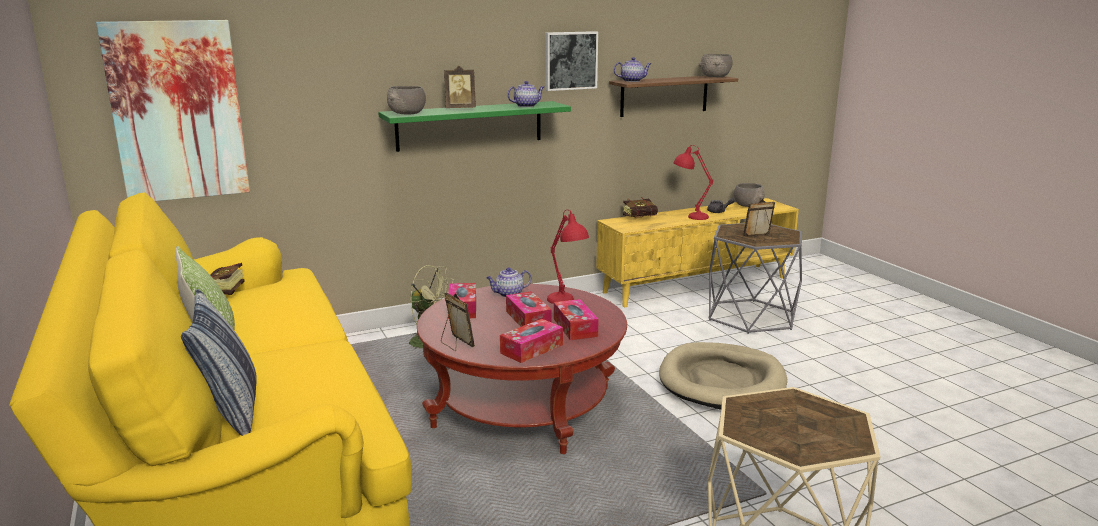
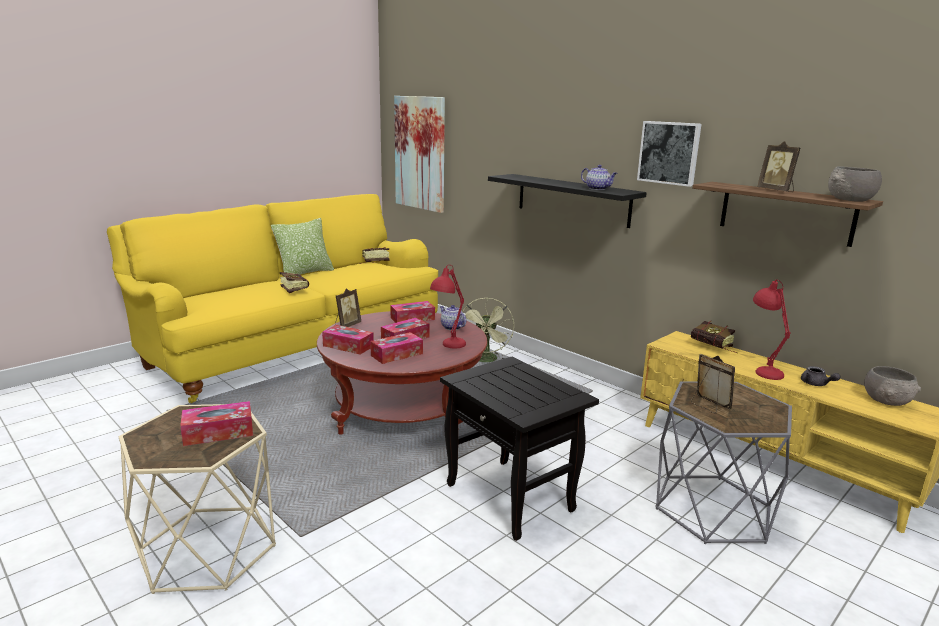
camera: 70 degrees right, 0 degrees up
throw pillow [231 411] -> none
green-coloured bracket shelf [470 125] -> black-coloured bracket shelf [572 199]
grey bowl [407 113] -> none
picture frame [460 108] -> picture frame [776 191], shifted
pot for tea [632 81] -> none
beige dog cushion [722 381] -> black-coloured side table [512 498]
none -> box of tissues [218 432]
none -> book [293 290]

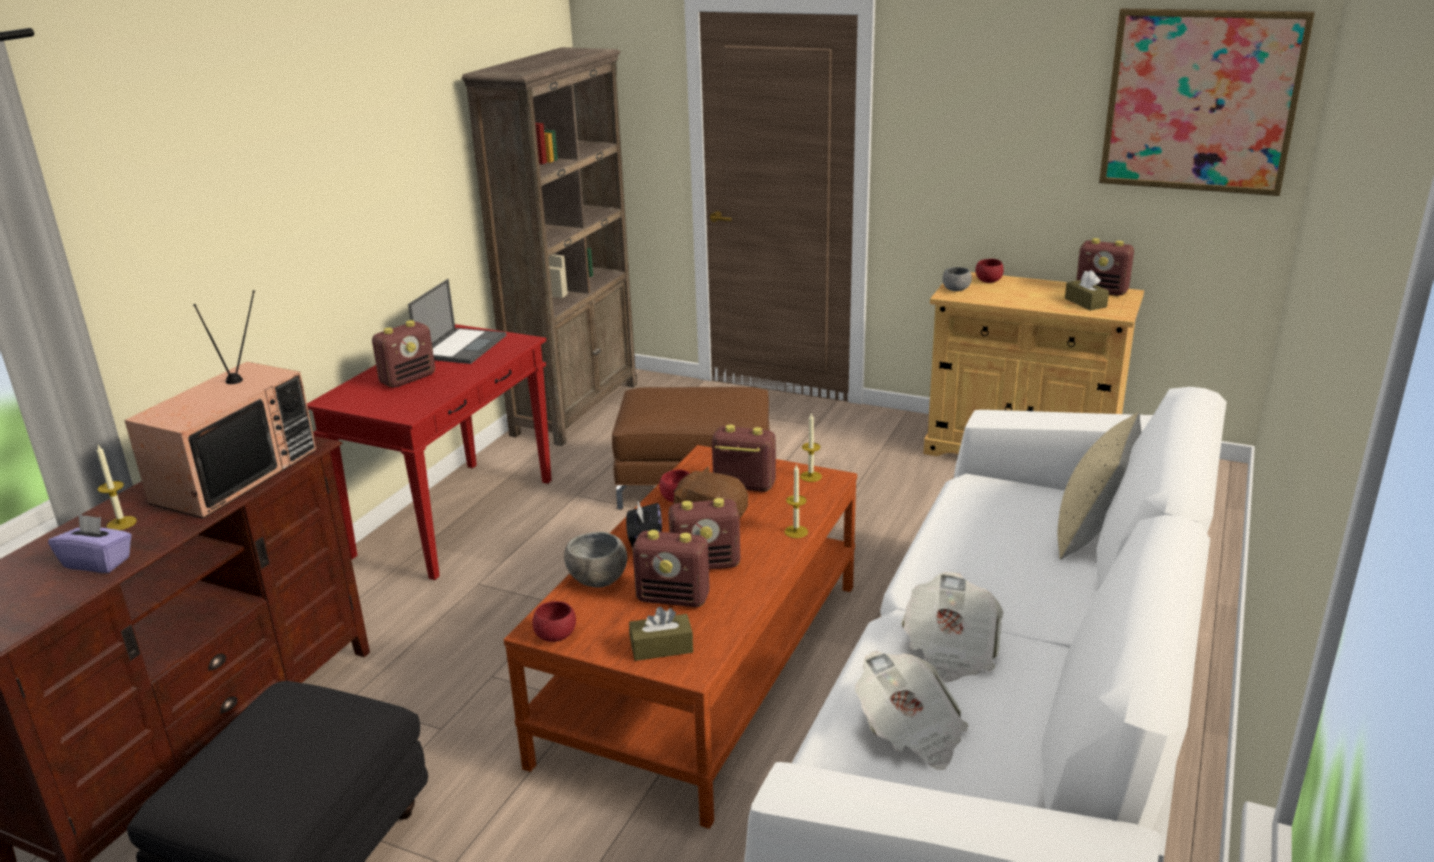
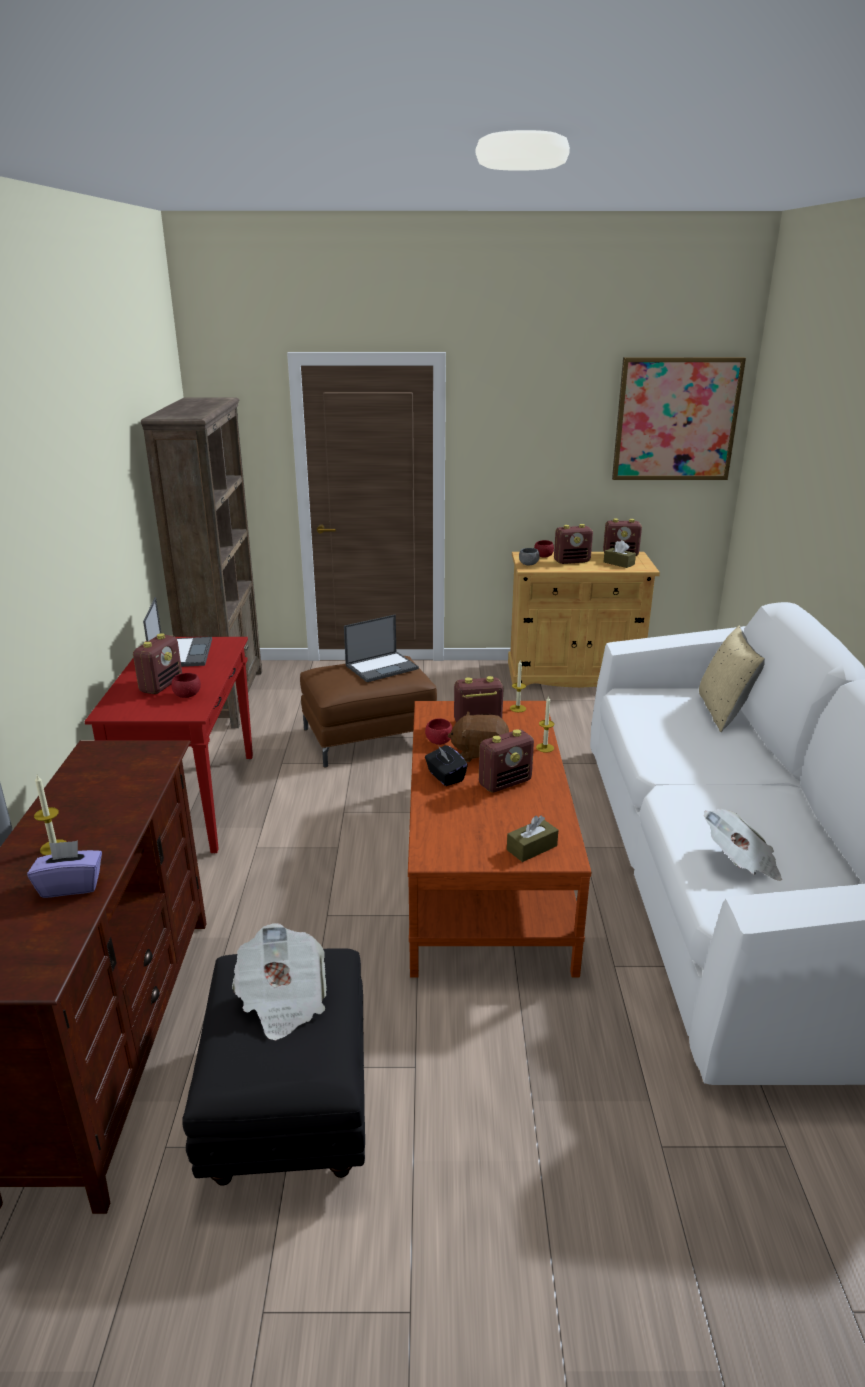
camera: 25 degrees left, 0 degrees up
TV [235 474] -> none
red-coloured bowl [556 636] -> red-coloured bowl [187 695], shifted
grey bowl [599 581] -> none
radio receiver [674 598] -> radio receiver [572 561], shifted
printed paper [950 651] -> printed paper [282 1000], shifted
none -> laptop [382 667]

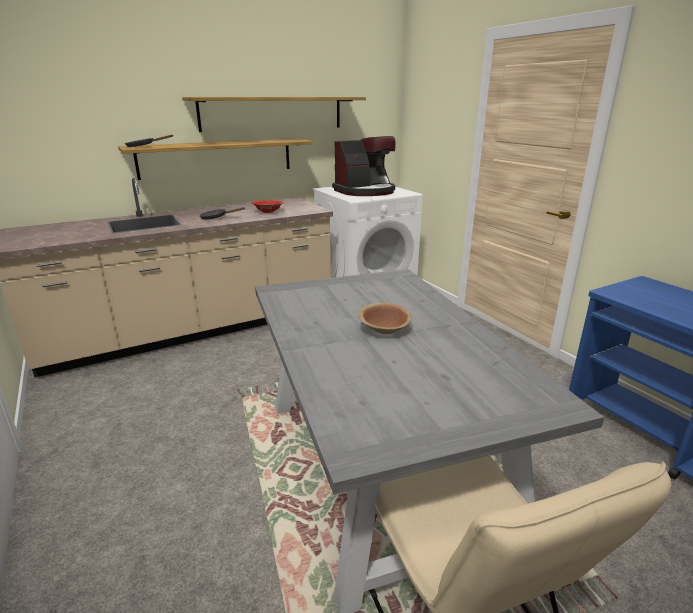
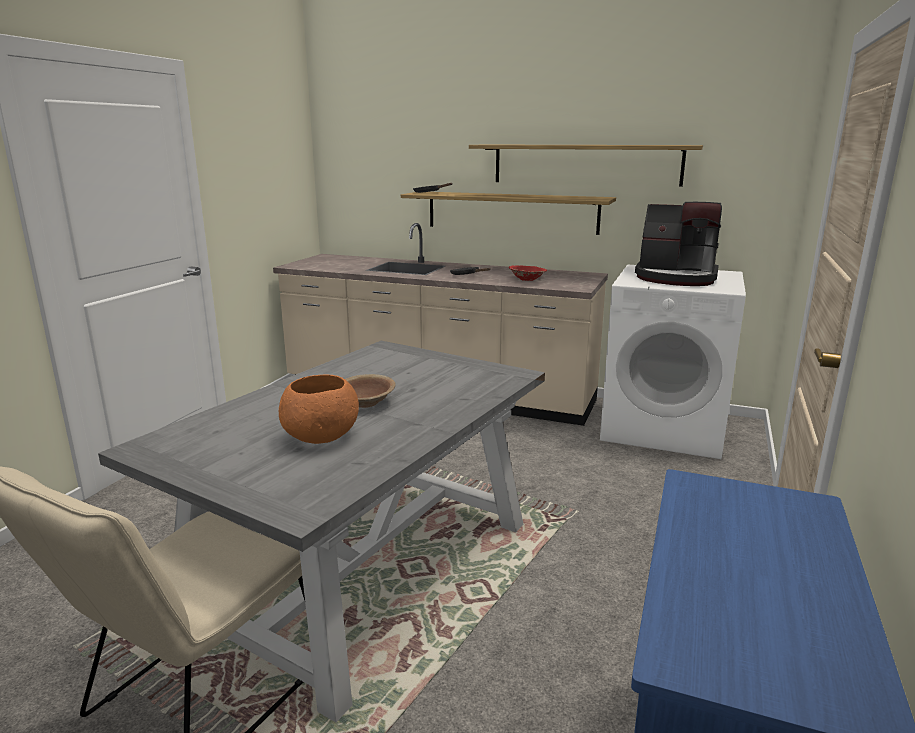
camera: 50 degrees right, 5 degrees down
none -> orangey bowl [320 437]

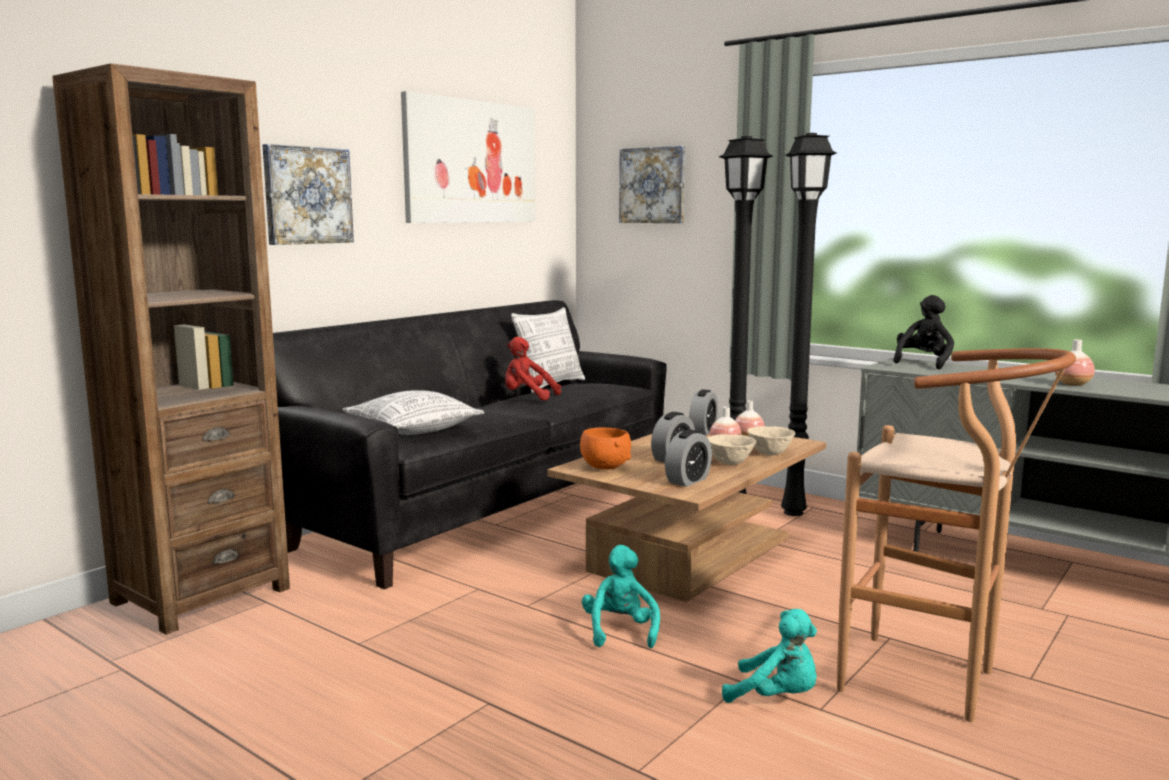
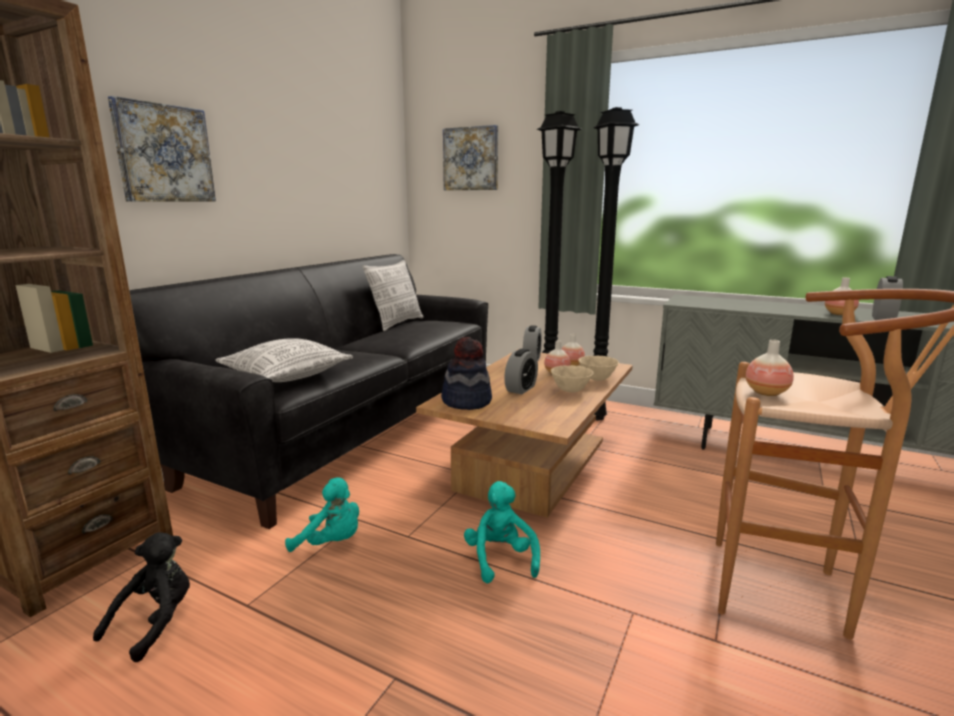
camera: 10 degrees left, 5 degrees up
wall art [471 162] -> none
red-coloured cuddly toy [527 397] -> none
orangey bowl [605 467] -> wearable hat [466 401]
table clock [688 481] -> table clock [883 319], shifted
blue-green cuddly toy [776 697] -> blue-green cuddly toy [331 543], shifted
black-coloured cuddly toy [923 363] -> black-coloured cuddly toy [156 622], shifted
none -> vase [766 393]

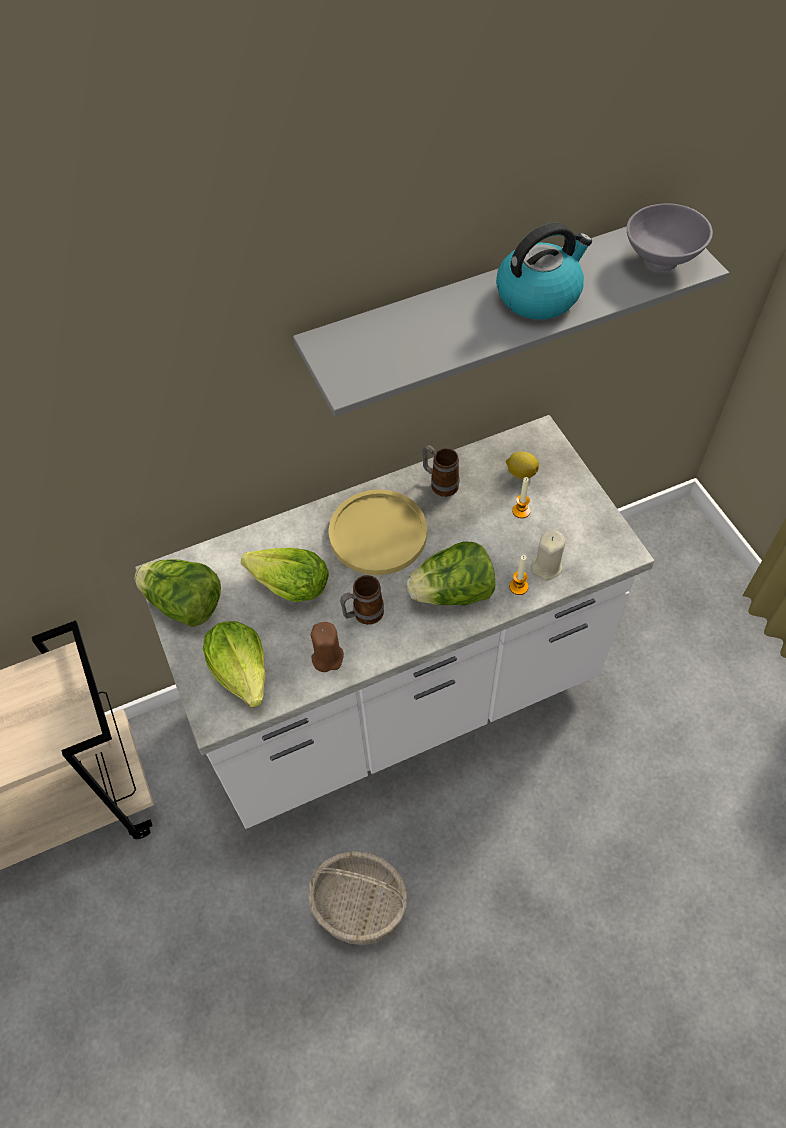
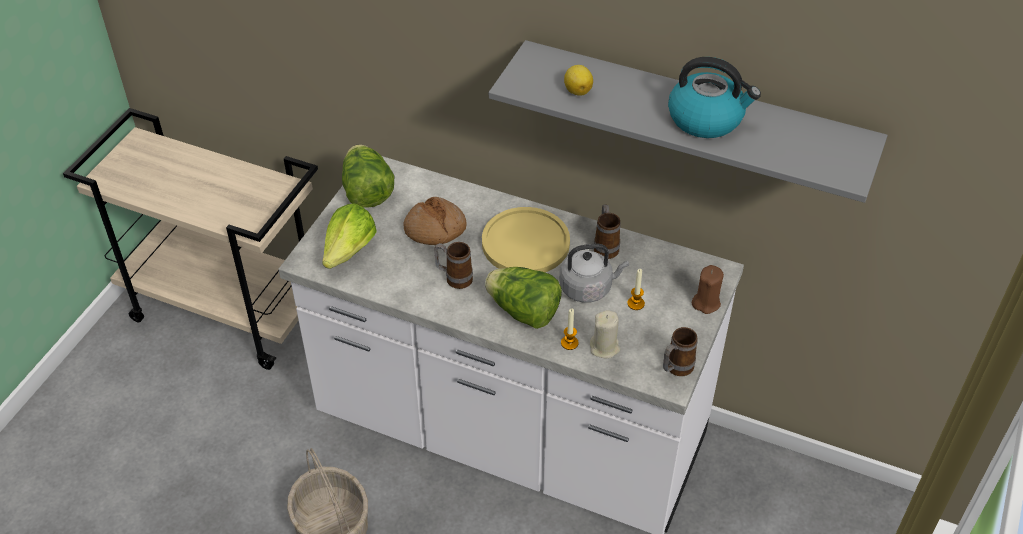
camera: 45 degrees right, 10 degrees down
lettuce head [290 586] -> baked bread [435 229]
brownish wax light [327 657] -> brownish wax light [706 303], shifted
lemon [520 473] -> lemon [578 90], shifted
grey bowl [660 262] -> none
none -> grey tea kettle [588 288]
none -> tea mug [675 369]

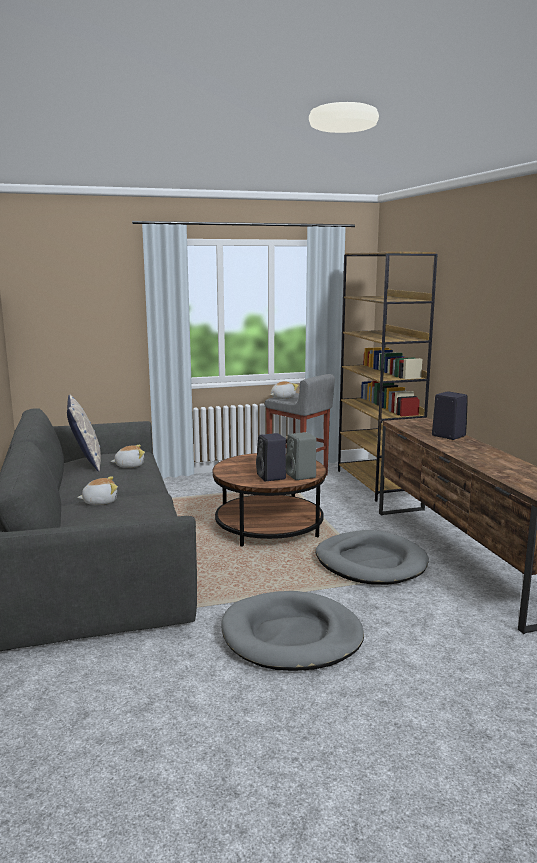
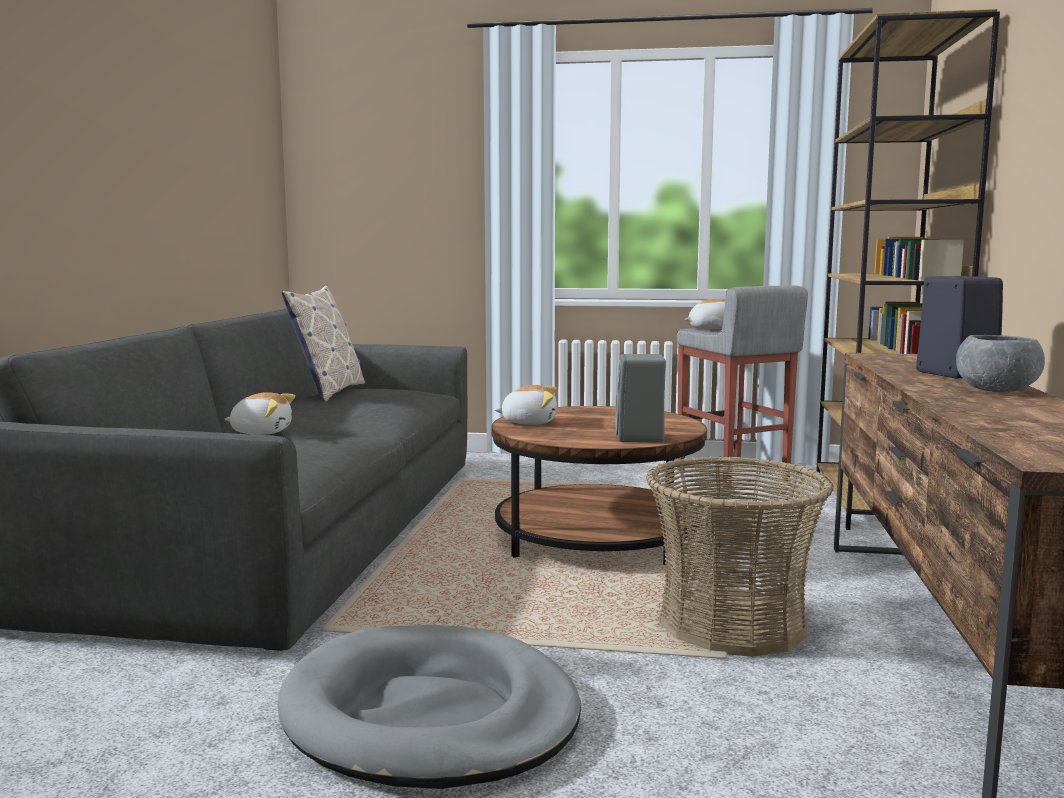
camera: 25 degrees right, 5 degrees down
cuddly toy [129 465] -> cuddly toy [529 422], shifted
black-coloured loudspeaker [271 477] -> none
grey dog cushion [370 562] -> basket [731 623]
none -> grey bowl [997 391]

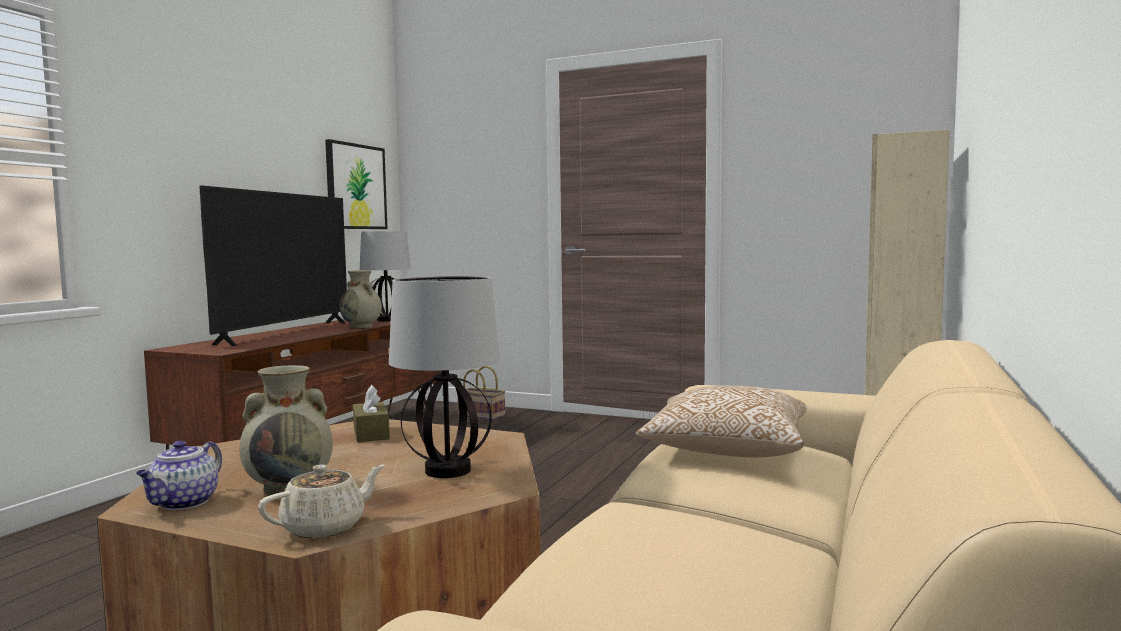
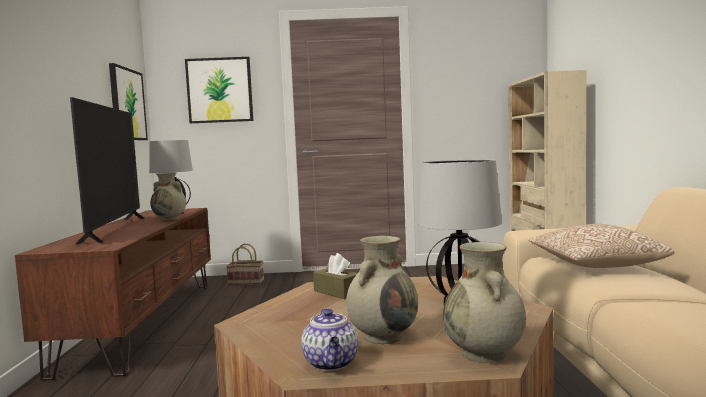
camera: 25 degrees left, 0 degrees up
beige pot for tea [325 527] -> beige vase [484 354]
none -> wall art [219 90]

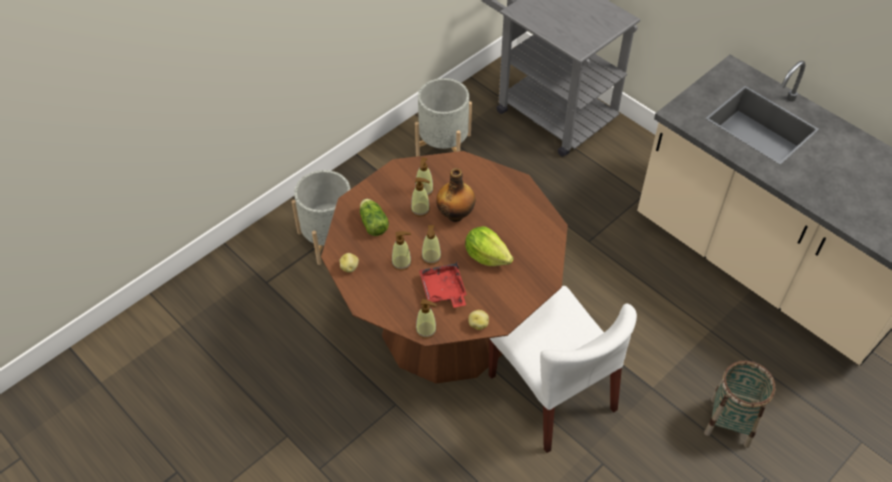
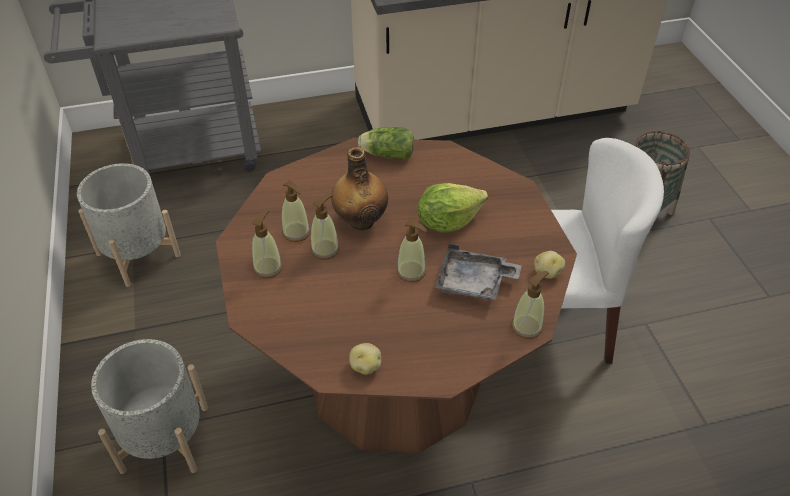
camera: 60 degrees left, 5 degrees down
lettuce head [373 222] -> lettuce head [385 154], shifted
soap bottle [401 262] -> soap bottle [268 267], shifted
red-coloured carrying tray [443 290] -> grey carrying tray [474 283]

